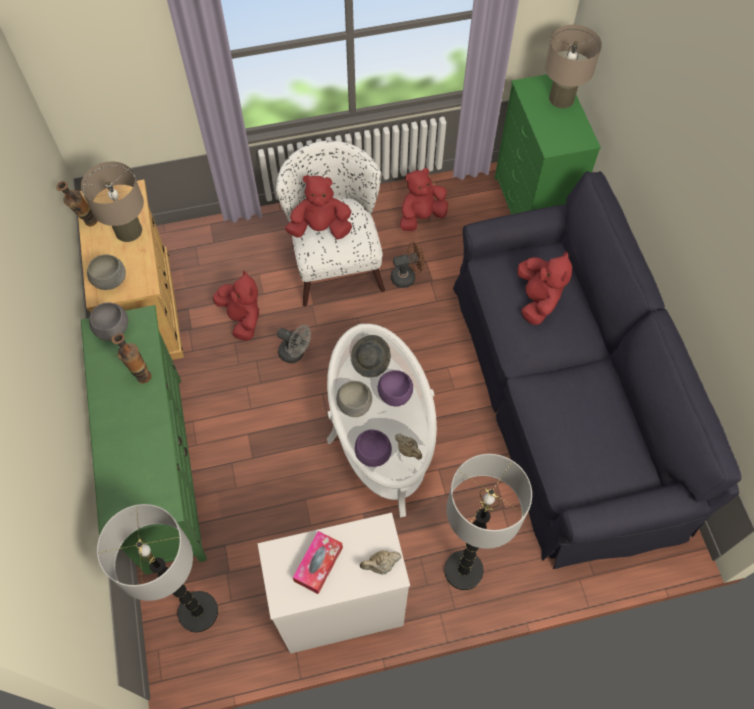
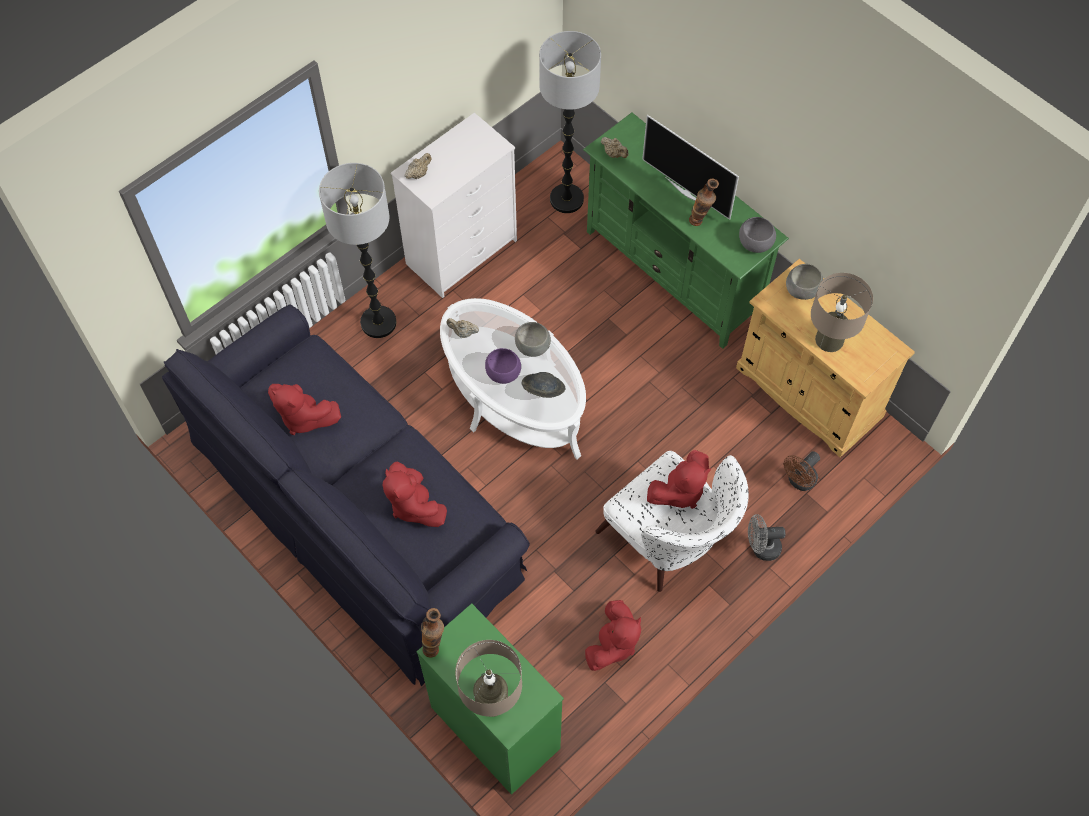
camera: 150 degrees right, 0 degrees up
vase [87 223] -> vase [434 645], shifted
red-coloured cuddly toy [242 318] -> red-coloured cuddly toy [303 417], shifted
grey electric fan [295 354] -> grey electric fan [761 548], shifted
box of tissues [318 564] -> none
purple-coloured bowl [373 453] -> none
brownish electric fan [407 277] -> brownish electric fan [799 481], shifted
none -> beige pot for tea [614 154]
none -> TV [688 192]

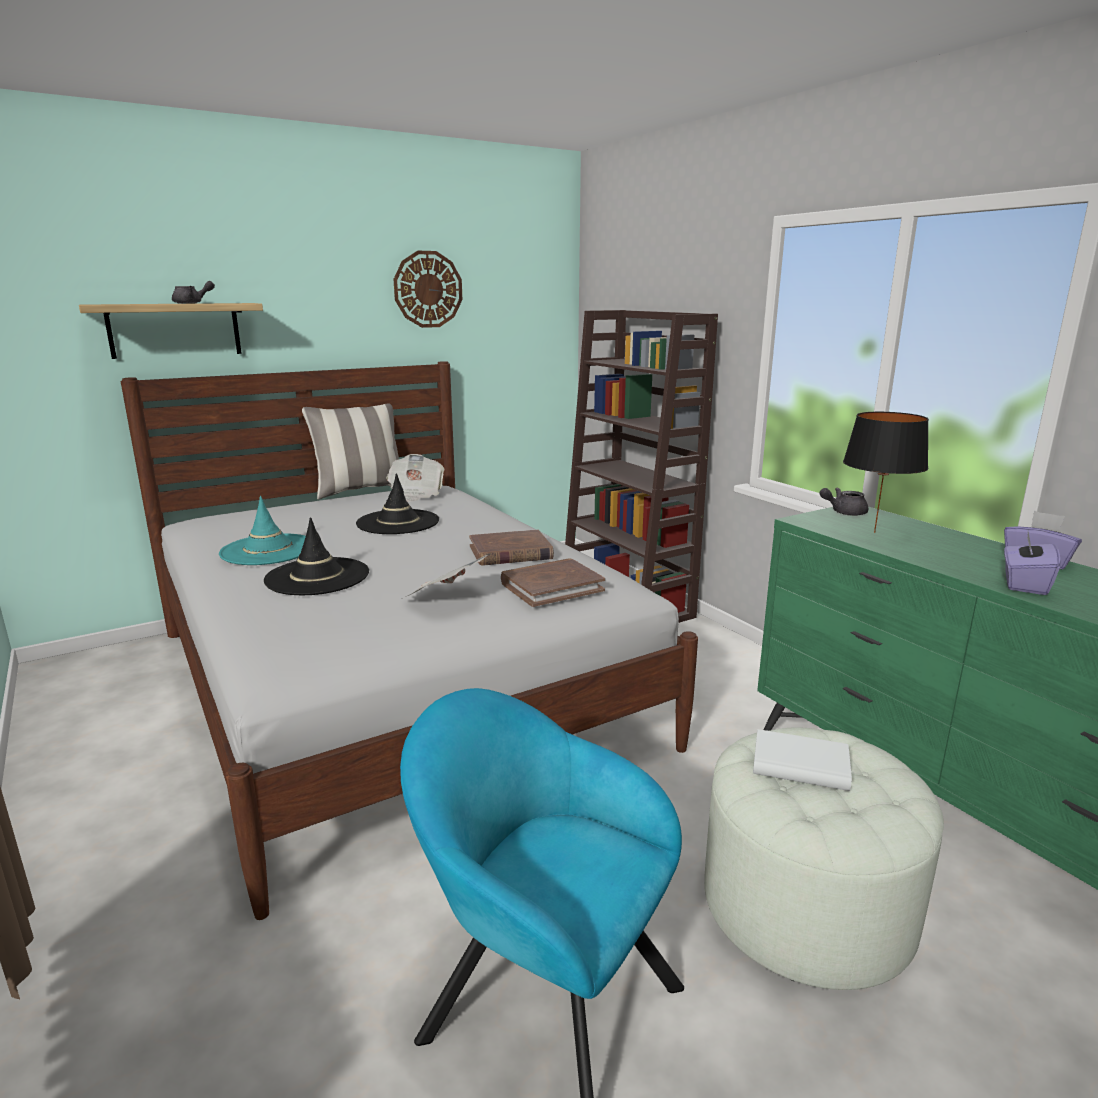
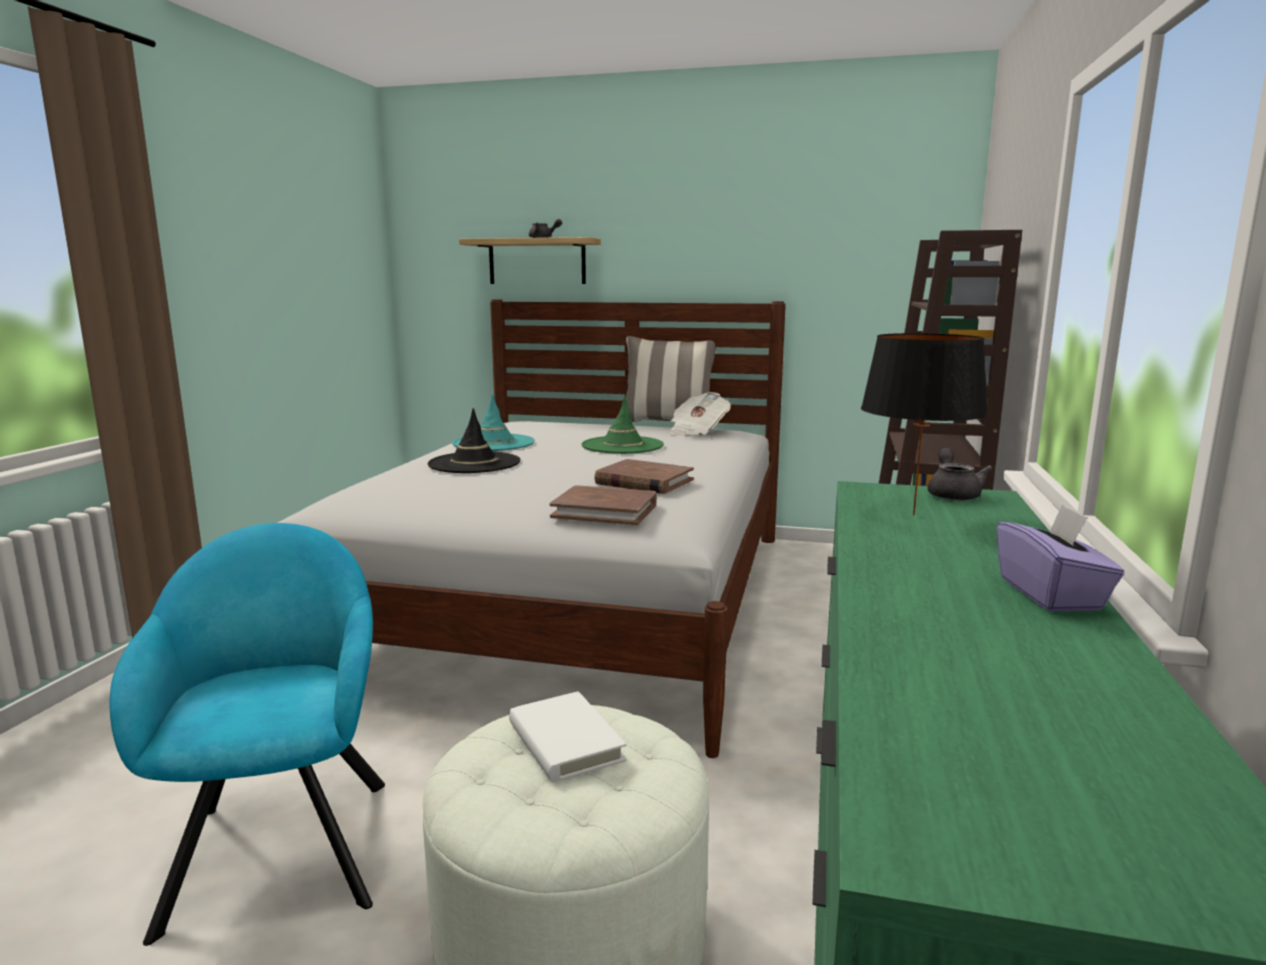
camera: 45 degrees right, 5 degrees down
black-coloured wearable hat [398 522] -> green-coloured wearable hat [622 445]
wall clock [428 289] -> none
printed paper [447 598] -> none
grey pot for tea [843 512] -> grey pot for tea [953 494], 60 degrees clockwise
purple-coloured box of tissues [1024 584] -> none

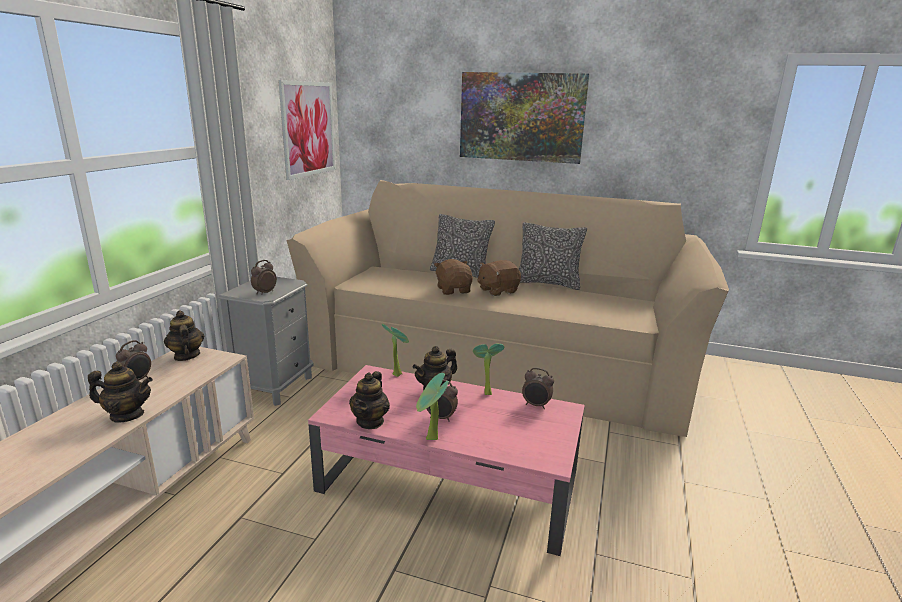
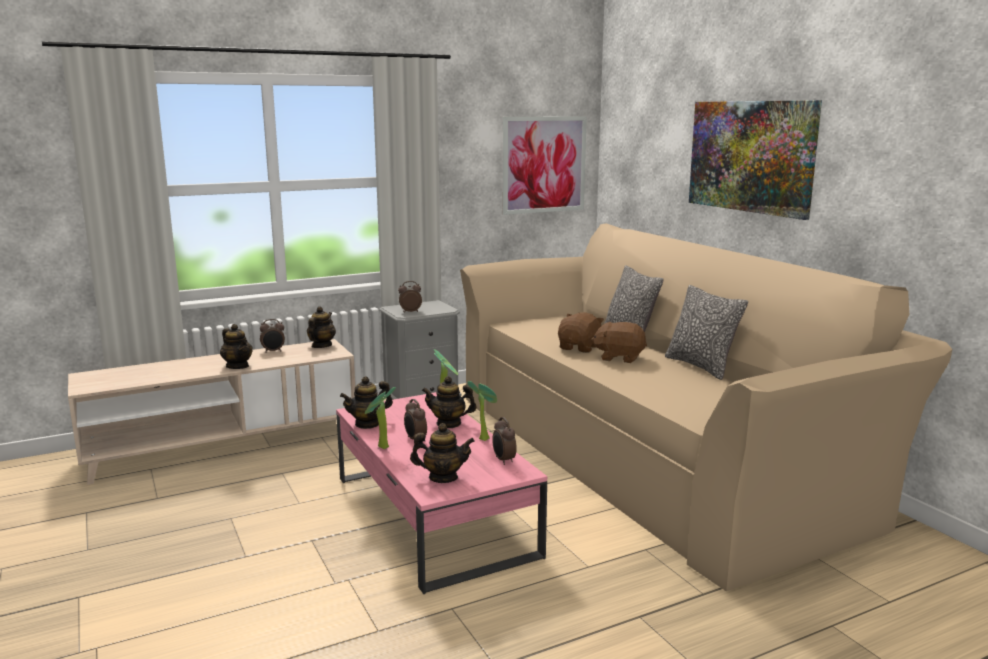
camera: 45 degrees right, 5 degrees down
none -> pot for tea [443 477]

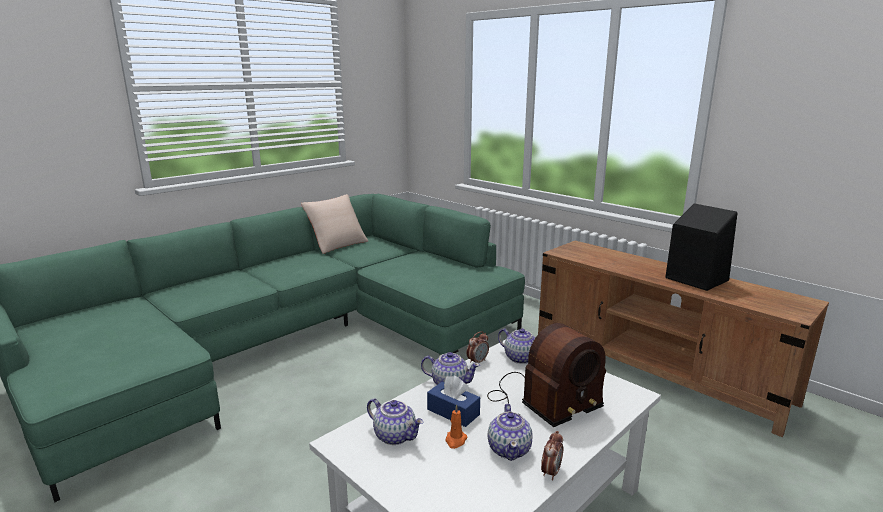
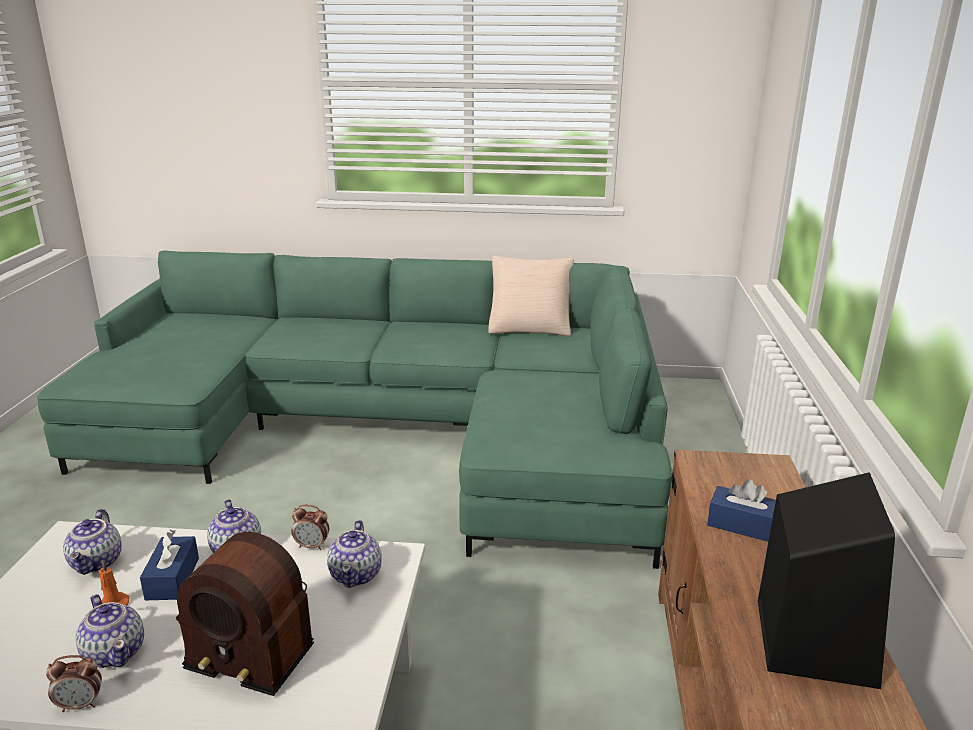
camera: 50 degrees right, 5 degrees up
pot for tea [509 449] -> pot for tea [115 652], 90 degrees counterclockwise
none -> blue-coloured box of tissues [742 525]

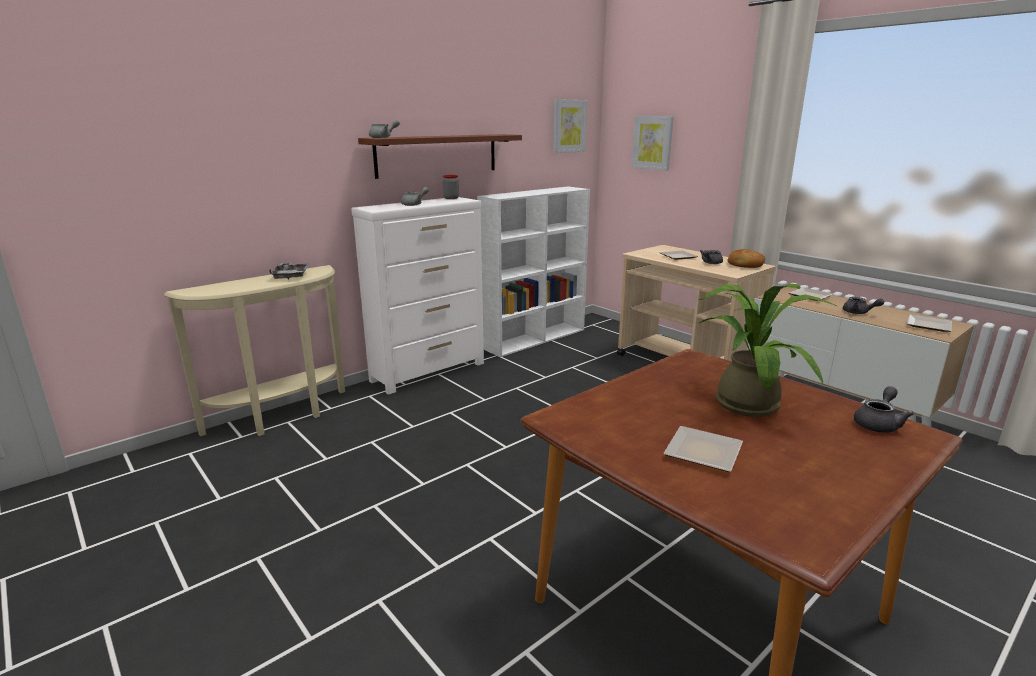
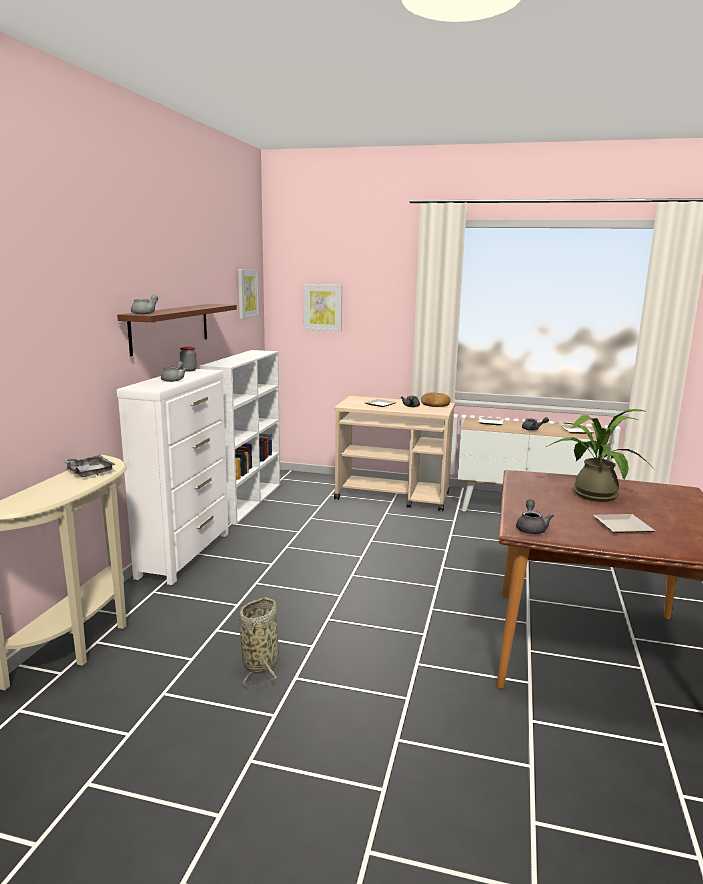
camera: 35 degrees left, 5 degrees down
grey pot for tea [878 424] -> grey pot for tea [531 528], shifted
none -> basket [261 662]

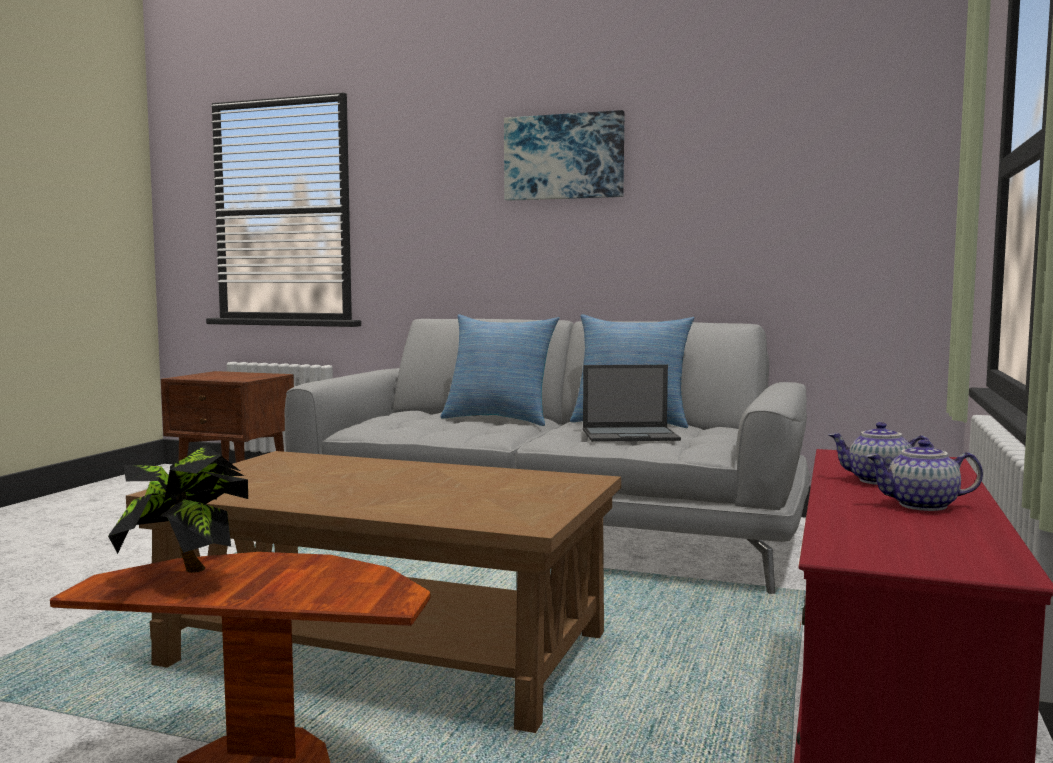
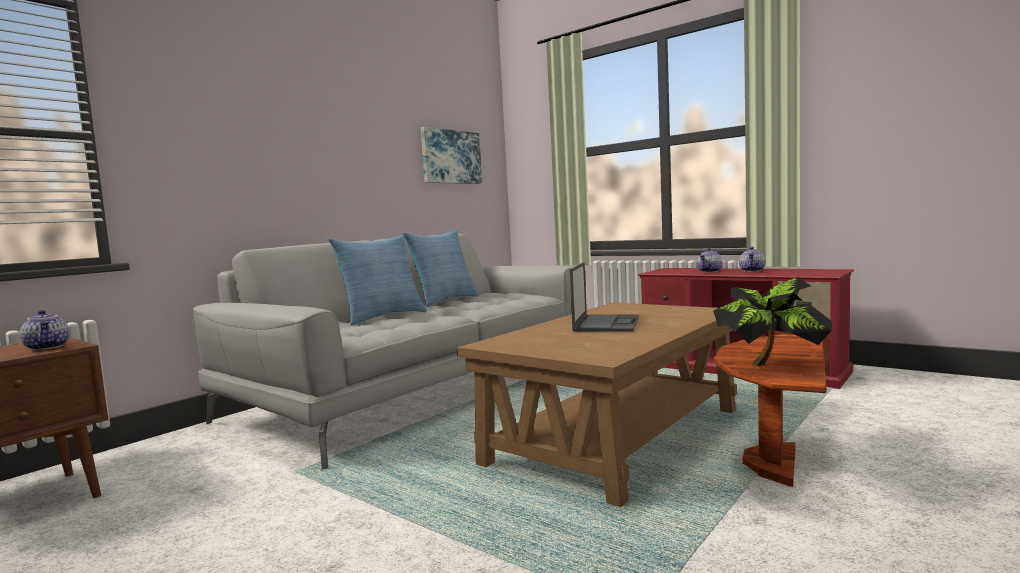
camera: 70 degrees left, 0 degrees up
wall art [564 157] -> wall art [450 157], shifted
laptop [631 435] -> laptop [606 323], shifted
none -> pot for tea [48 347]

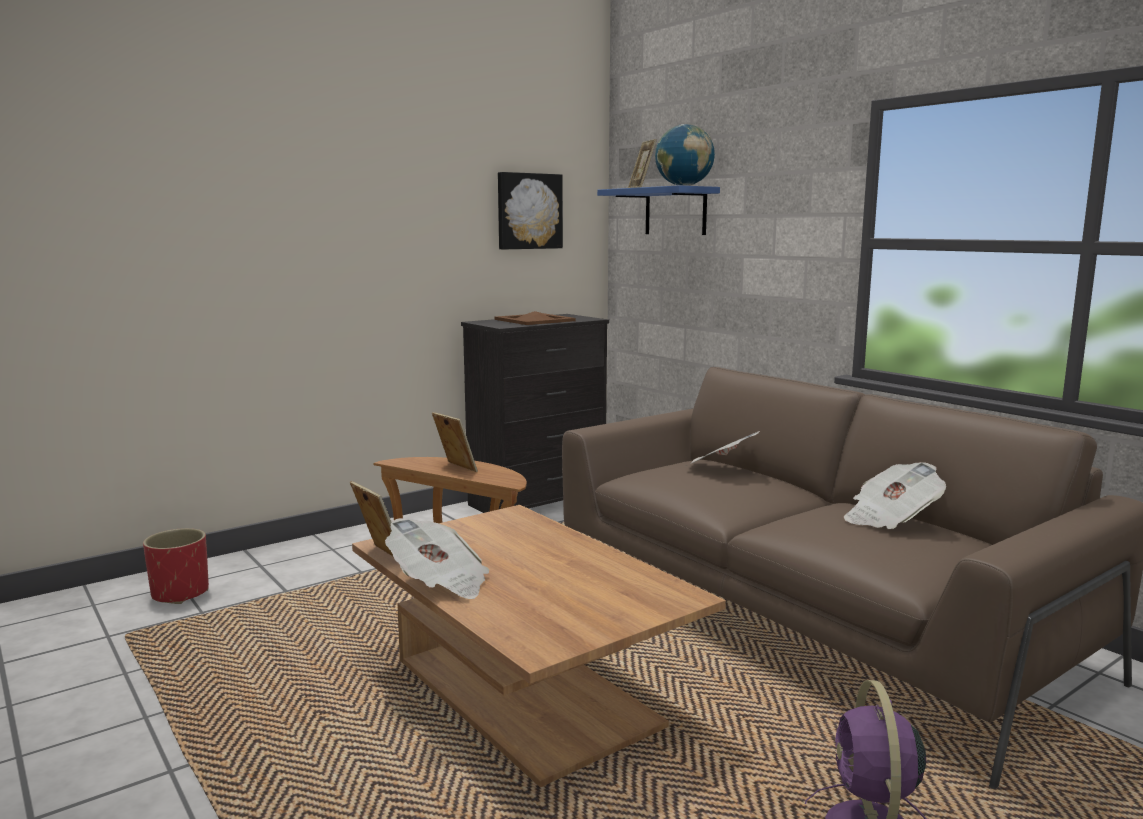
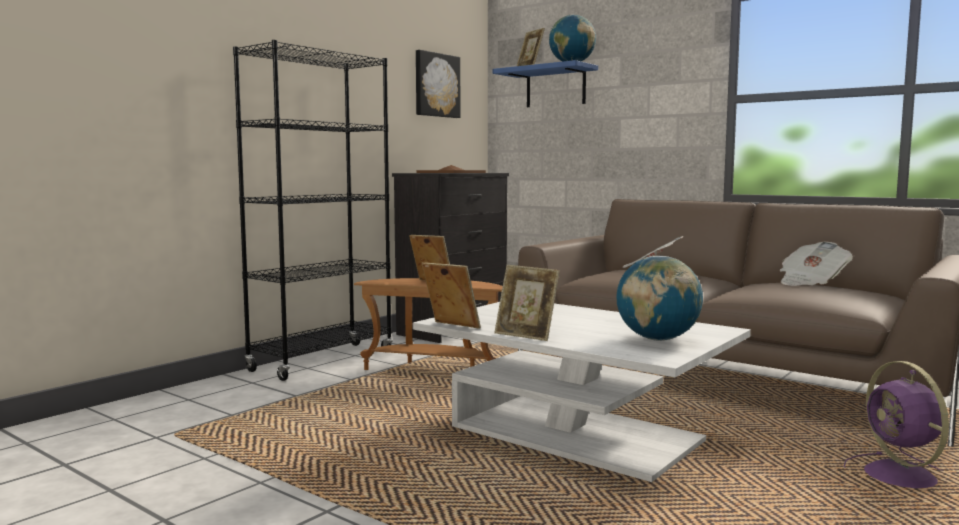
camera: 15 degrees left, 5 degrees down
red-coloured plant pot [180 593] -> none
brownish lounge table [525 693] -> white-coloured lounge table [576 435]
printed paper [440 583] -> picture frame [526 335]
none -> black-coloured bookshelf [322 361]
none -> globe [657 339]

